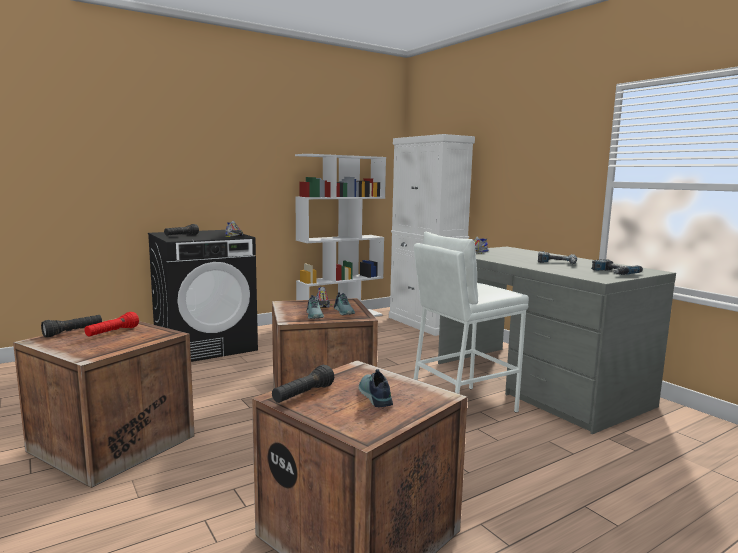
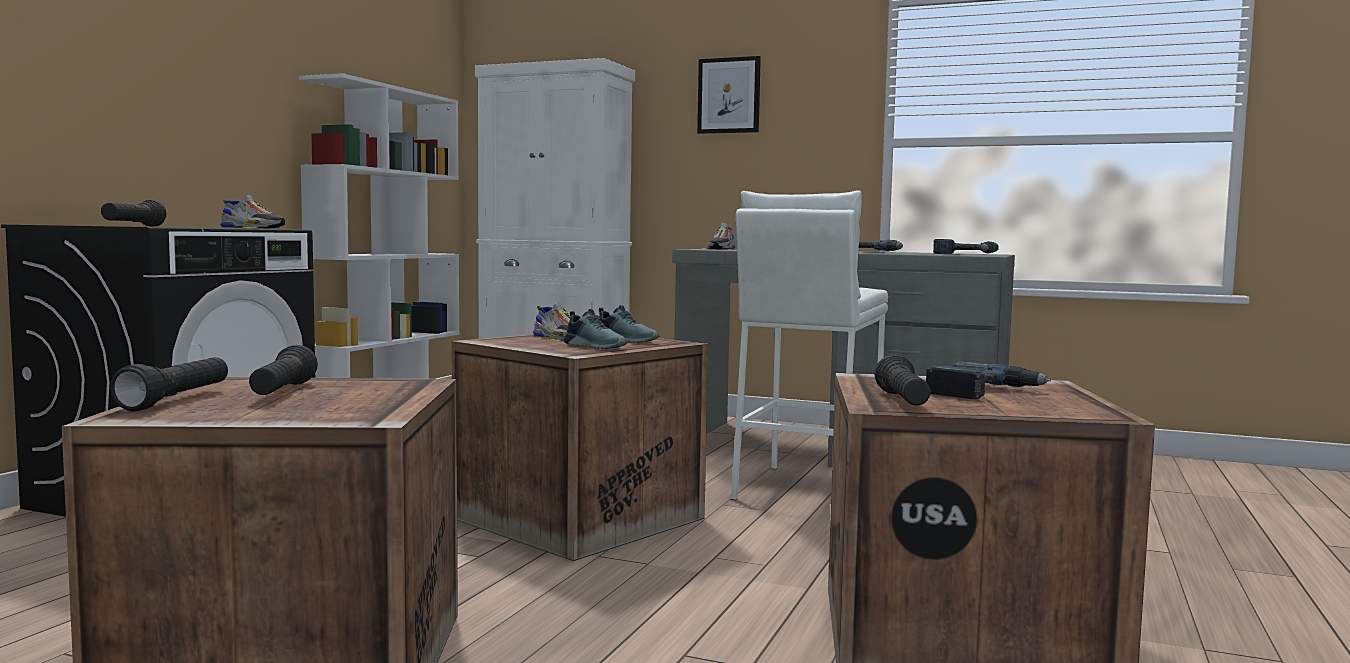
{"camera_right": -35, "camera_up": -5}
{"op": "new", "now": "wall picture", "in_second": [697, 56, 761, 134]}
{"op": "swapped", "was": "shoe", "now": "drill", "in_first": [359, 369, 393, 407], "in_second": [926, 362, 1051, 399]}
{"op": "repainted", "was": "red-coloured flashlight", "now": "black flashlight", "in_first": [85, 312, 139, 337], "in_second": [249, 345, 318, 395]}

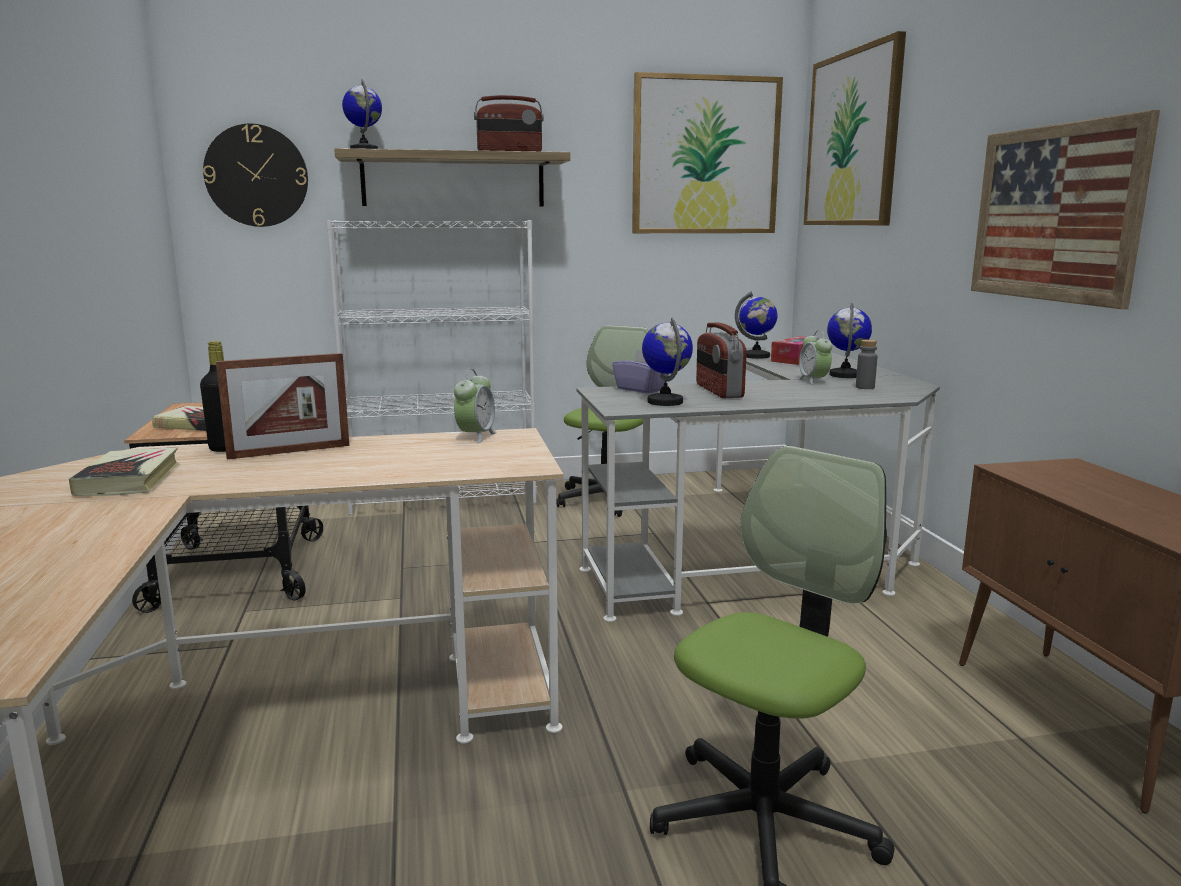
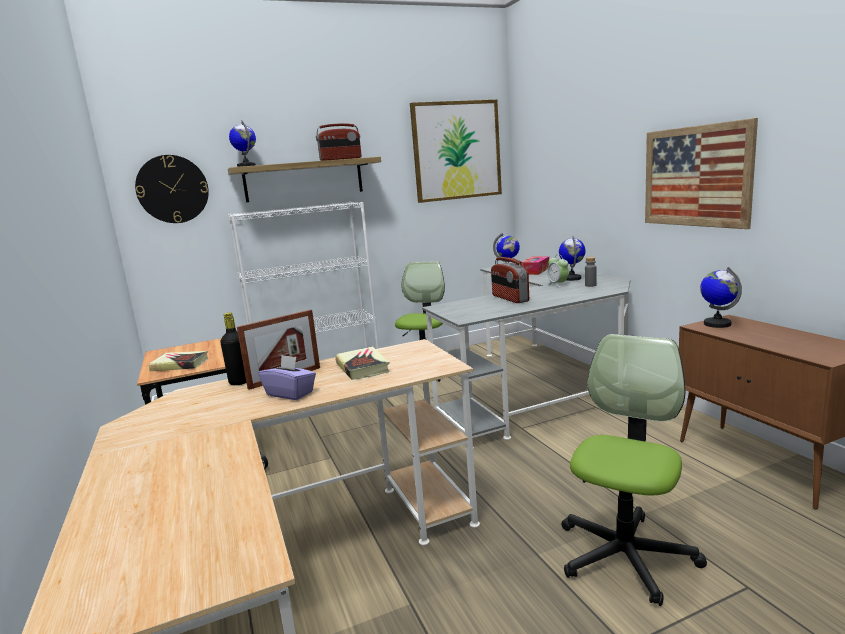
{"camera_right": -10, "camera_up": 0}
{"op": "gone", "was": "table clock", "in_first": [454, 369, 497, 443]}
{"op": "gone", "was": "wall picture", "in_first": [804, 31, 906, 225]}
{"op": "shifted", "was": "volume", "in_first": [69, 447, 179, 496], "in_second": [336, 346, 390, 380]}
{"op": "shifted", "was": "purple tissue holder", "in_first": [612, 349, 669, 394], "in_second": [258, 355, 316, 400]}
{"op": "shifted", "was": "world globe", "in_first": [642, 318, 693, 406], "in_second": [700, 267, 742, 328]}

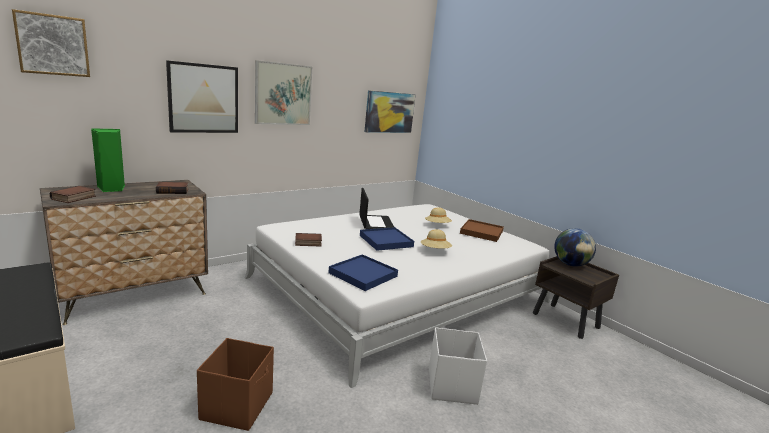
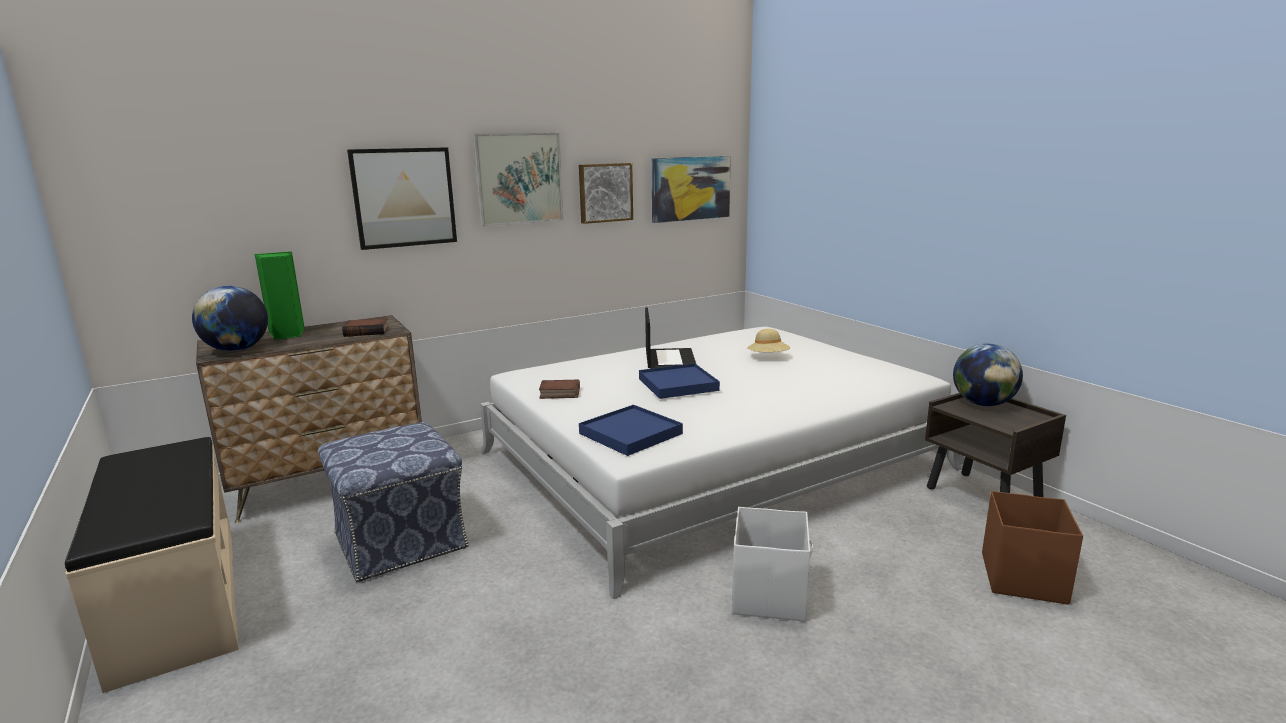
{"camera_right": 10, "camera_up": 0}
{"op": "gone", "was": "sand-coloured wearable hat", "in_first": [421, 229, 452, 248]}
{"op": "gone", "was": "brown-coloured serving tray", "in_first": [460, 219, 504, 242]}
{"op": "new", "now": "ottoman", "in_second": [318, 422, 469, 582]}
{"op": "shifted", "was": "wall picture", "in_first": [12, 9, 90, 77], "in_second": [579, 163, 633, 224]}
{"op": "shifted", "was": "brown-coloured storage box", "in_first": [197, 338, 274, 431], "in_second": [982, 491, 1083, 604]}
{"op": "swapped", "was": "volume", "now": "world globe", "in_first": [50, 186, 96, 203], "in_second": [192, 286, 268, 351]}

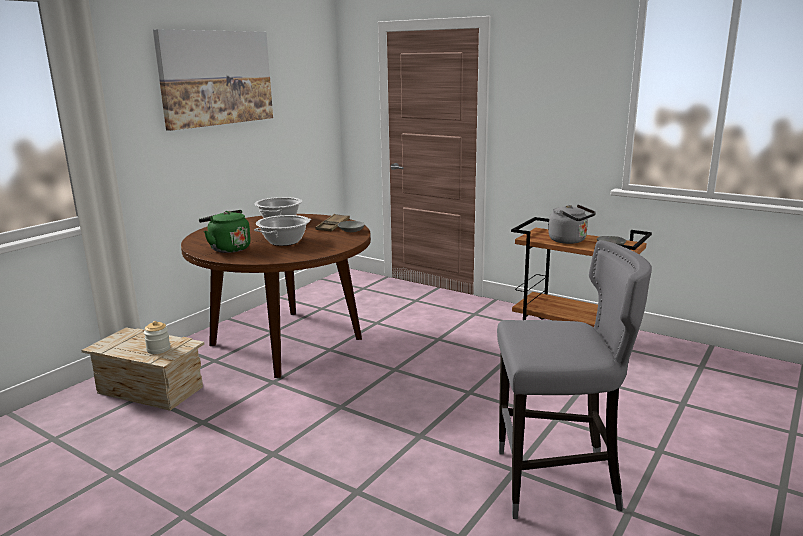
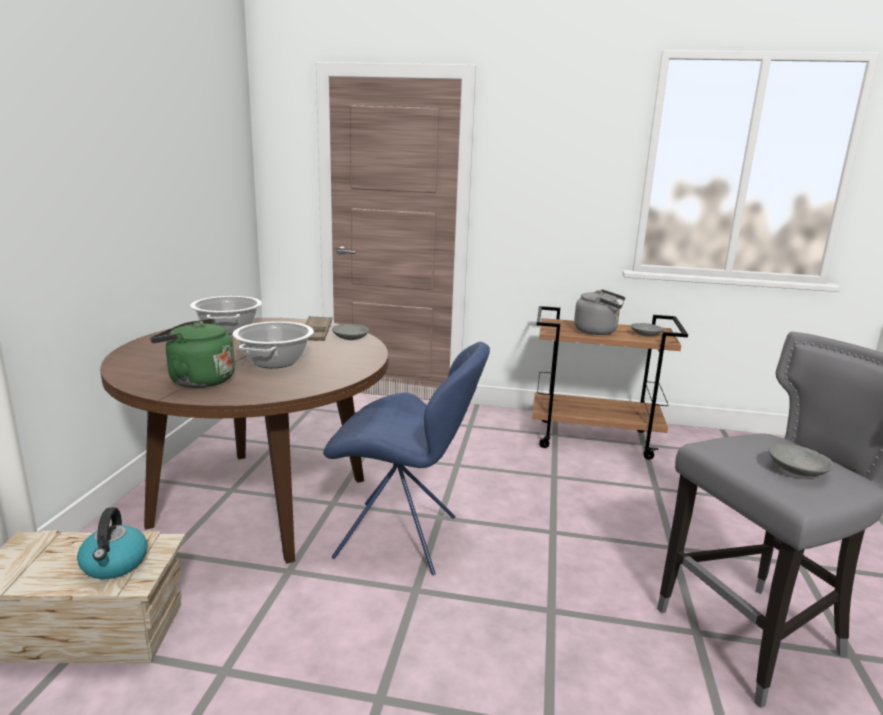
{"camera_right": -25, "camera_up": 0}
{"op": "gone", "was": "wall picture", "in_first": [153, 29, 273, 131]}
{"op": "new", "now": "blue-coloured chair", "in_second": [323, 342, 490, 575]}
{"op": "new", "now": "greyish serving bowl", "in_second": [769, 444, 833, 476]}
{"op": "swapped", "was": "jar", "now": "kettle", "in_first": [144, 321, 170, 354], "in_second": [77, 507, 148, 579]}

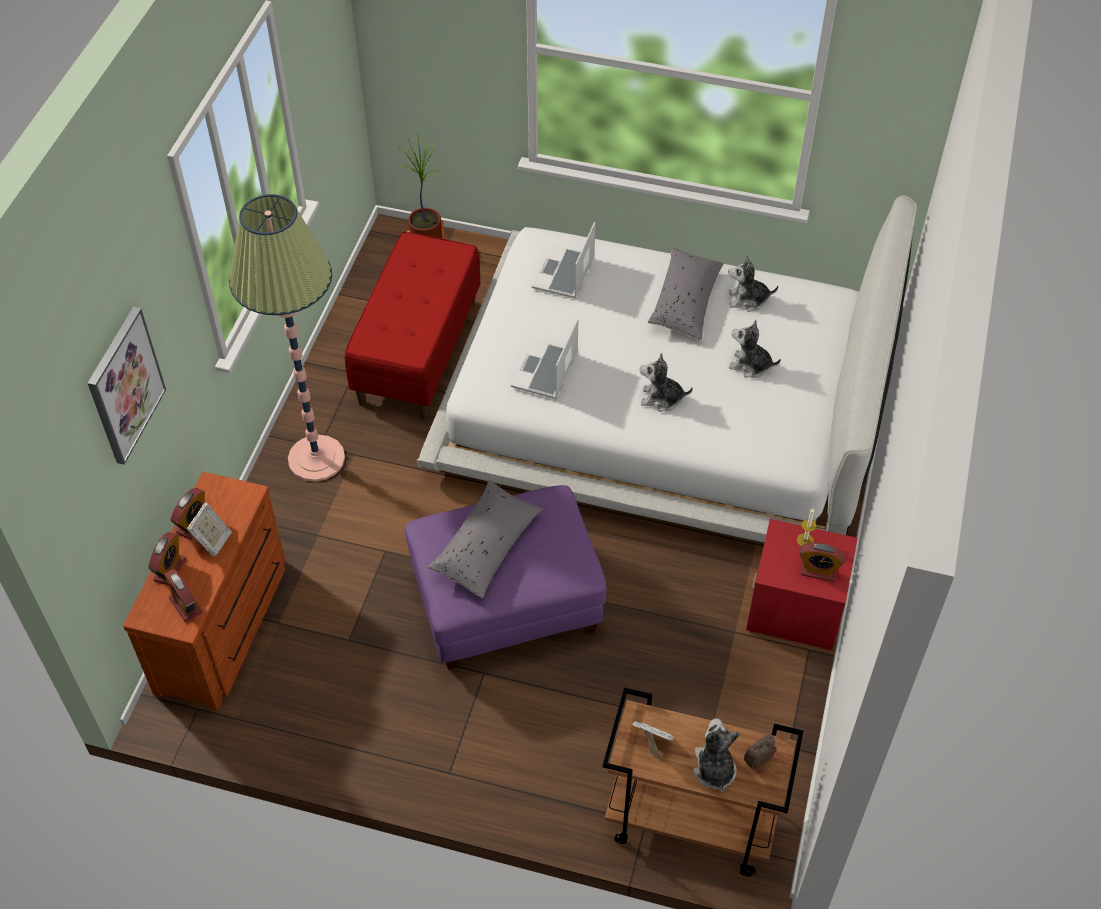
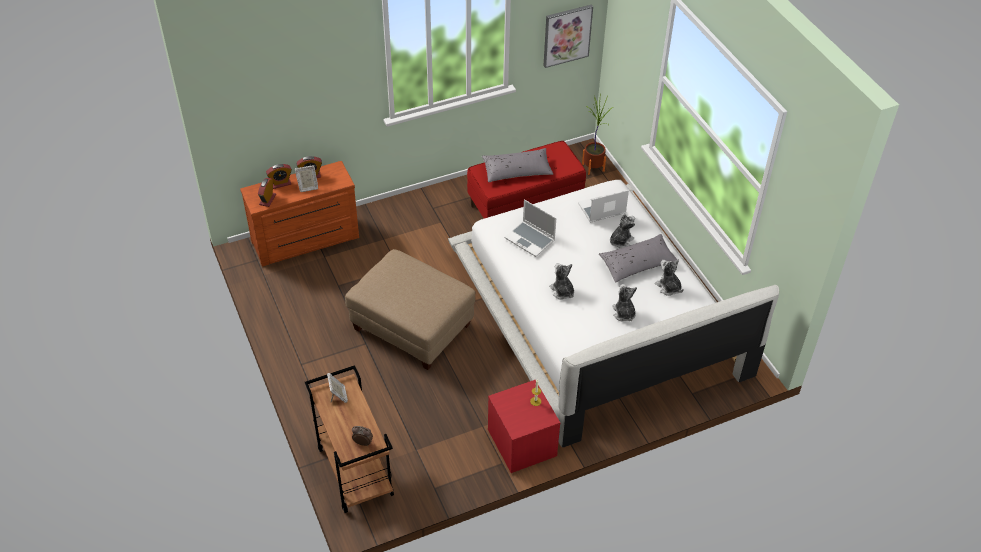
{"camera_right": 50, "camera_up": -5}
{"op": "gone", "was": "floor lamp", "in_first": [229, 194, 345, 482]}
{"op": "gone", "was": "table clock", "in_first": [800, 543, 846, 582]}
{"op": "shifted", "was": "wall picture", "in_first": [88, 307, 166, 465], "in_second": [544, 4, 593, 68]}
{"op": "shifted", "was": "greyish throw pillow", "in_first": [427, 480, 542, 599], "in_second": [482, 148, 553, 182]}
{"op": "shifted", "was": "cuddly toy", "in_first": [693, 718, 740, 793], "in_second": [610, 214, 635, 249]}
{"op": "repainted", "was": "purple ottoman", "now": "sand-coloured ottoman", "in_first": [405, 485, 607, 670], "in_second": [345, 249, 476, 370]}
{"op": "rotated", "was": "notebook computer", "in_first": [511, 319, 578, 399], "in_second": [504, 199, 556, 257], "clockwise": -120}

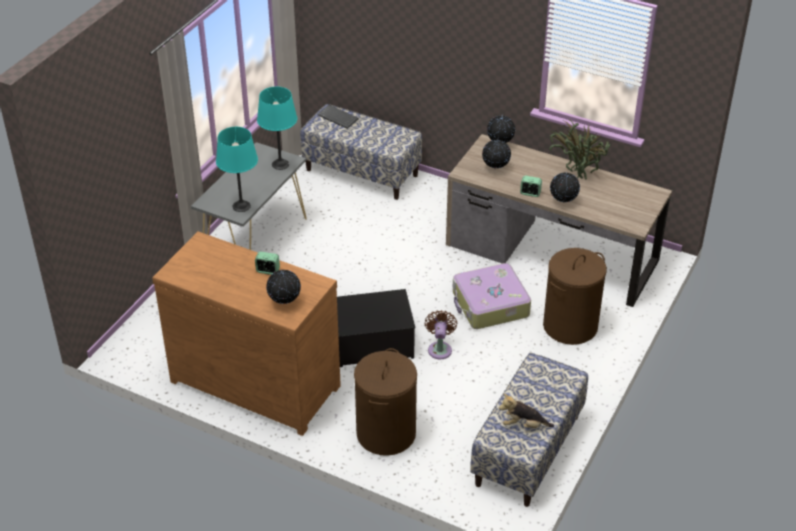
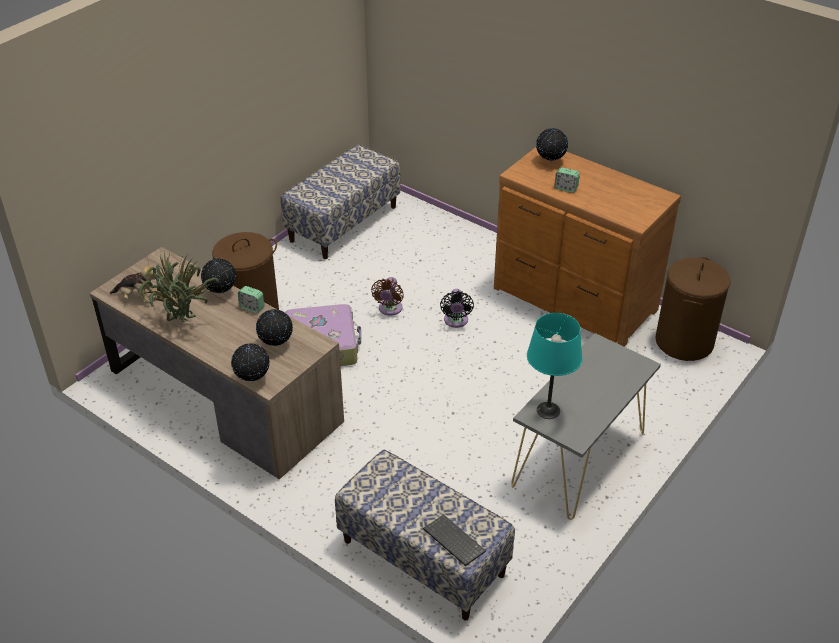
{"camera_right": -170, "camera_up": 0}
{"op": "gone", "was": "turquoise table lamp", "in_first": [216, 127, 258, 212]}
{"op": "shifted", "was": "brown-coloured washing basket", "in_first": [354, 348, 417, 456], "in_second": [655, 257, 731, 361]}
{"op": "shifted", "was": "cuddly toy", "in_first": [499, 393, 554, 428], "in_second": [110, 262, 158, 302]}
{"op": "swapped", "was": "storage box", "now": "black electric fan", "in_first": [337, 289, 415, 367], "in_second": [440, 289, 474, 328]}

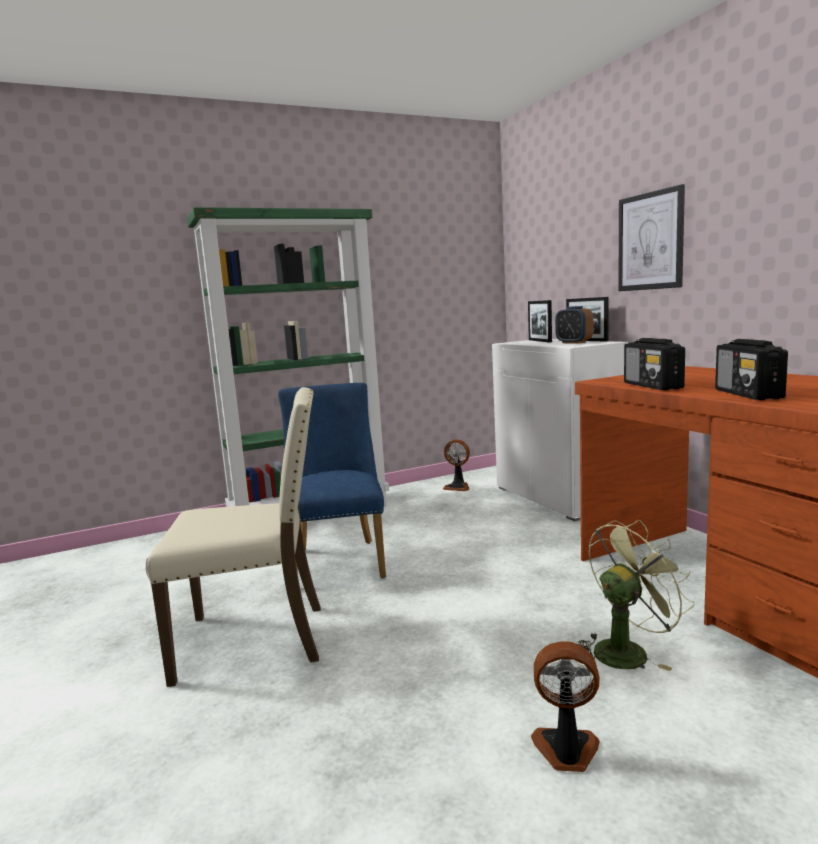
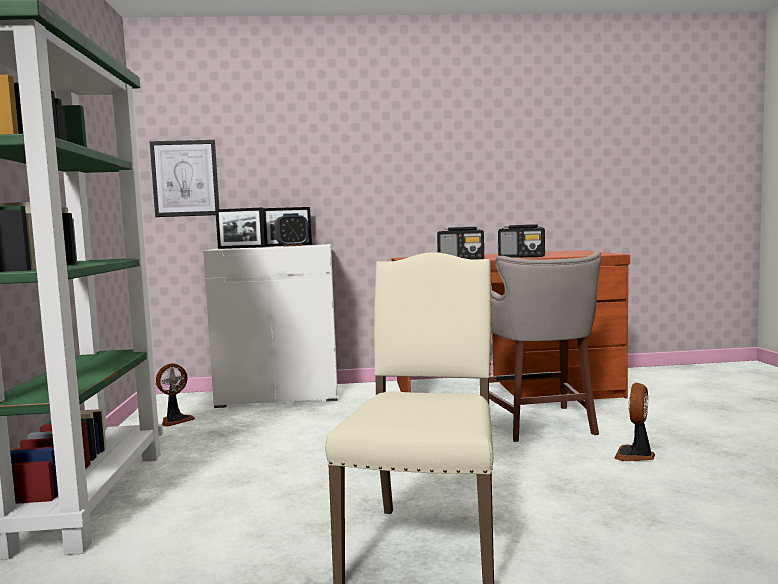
{"camera_right": -70, "camera_up": -5}
{"op": "gone", "was": "blue-coloured chair", "in_first": [278, 383, 386, 578]}
{"op": "shifted", "was": "wall picture", "in_first": [618, 184, 685, 291], "in_second": [150, 140, 219, 217]}
{"op": "swapped", "was": "green electric fan", "now": "greyish stool seat", "in_first": [578, 520, 694, 671], "in_second": [489, 251, 601, 442]}

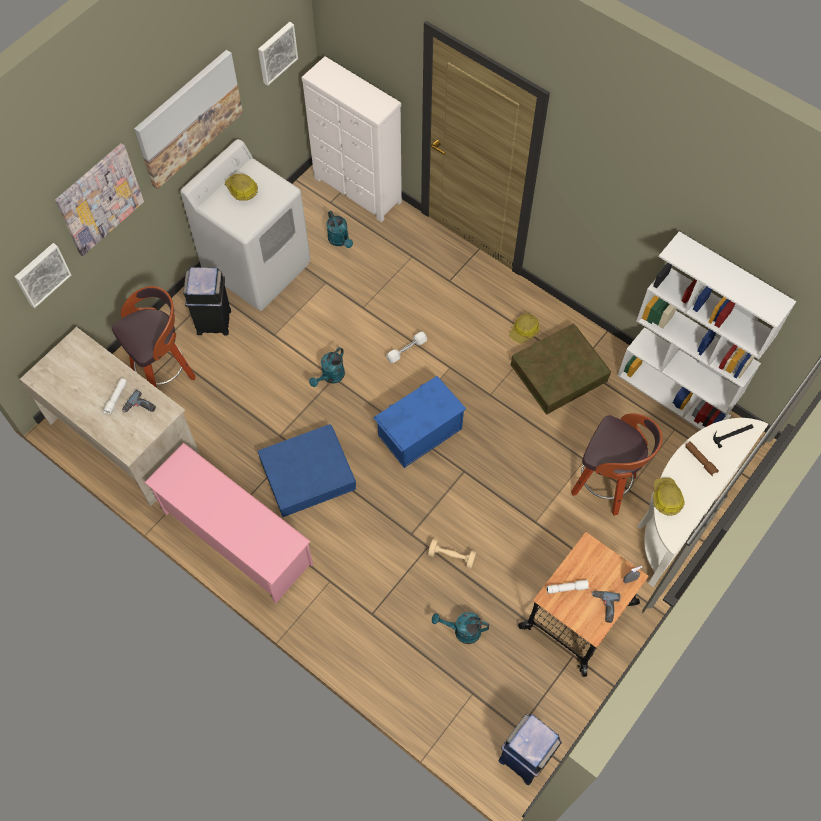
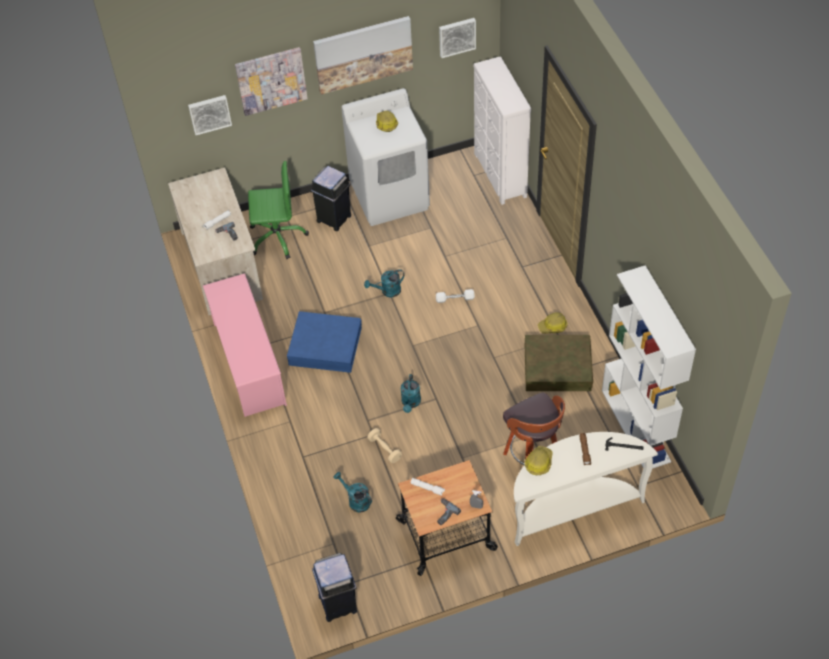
{"camera_right": 35, "camera_up": -10}
{"op": "gone", "was": "blue-coloured storage box", "in_first": [373, 376, 466, 468]}
{"op": "shifted", "was": "turquoise watering can", "in_first": [326, 211, 353, 248], "in_second": [401, 374, 421, 413]}
{"op": "swapped", "was": "stool seat", "now": "green computer chair", "in_first": [112, 286, 196, 388], "in_second": [248, 161, 309, 259]}

